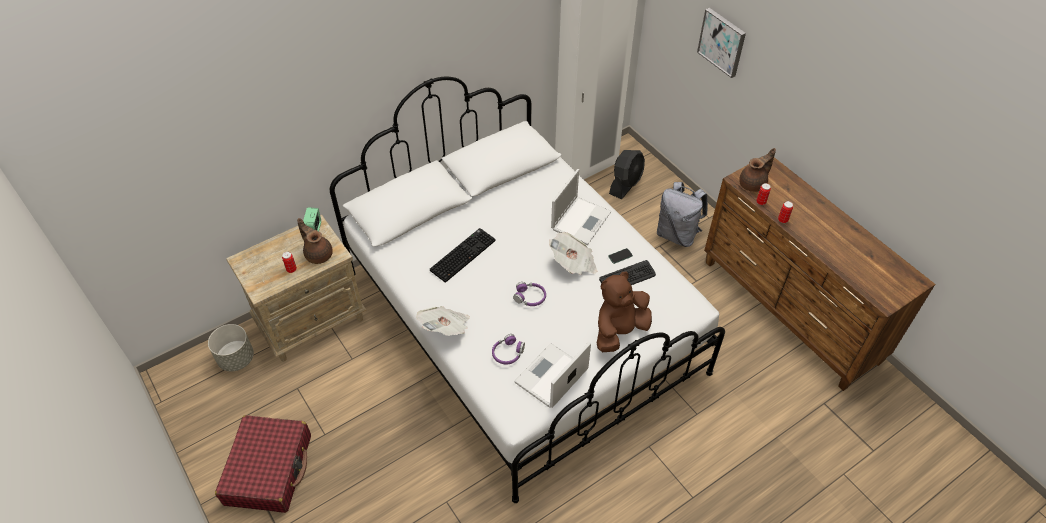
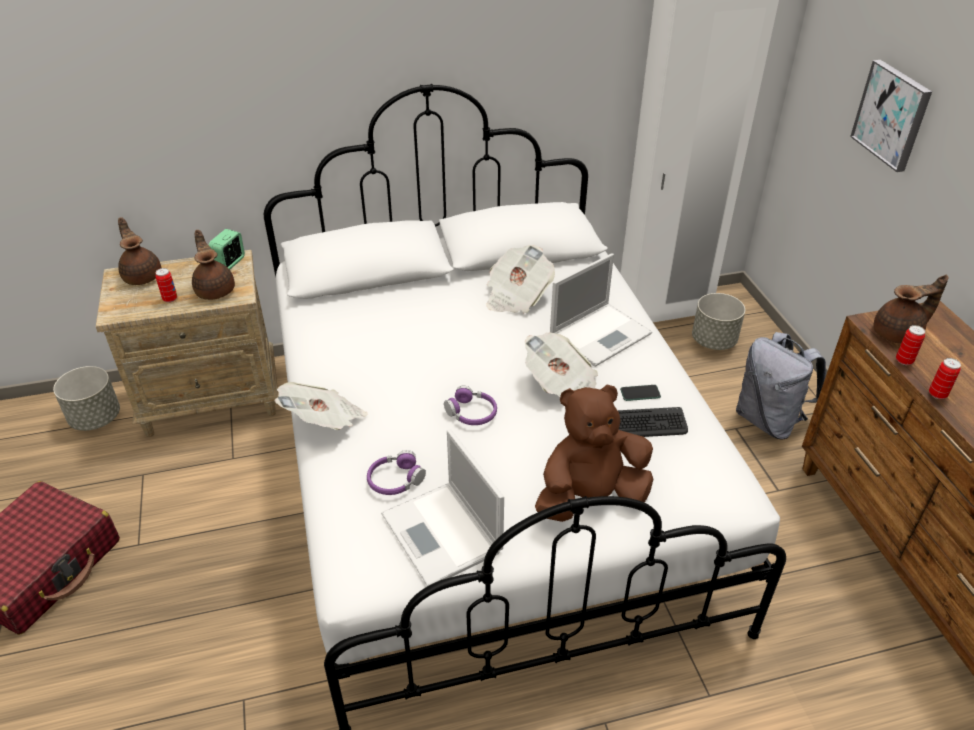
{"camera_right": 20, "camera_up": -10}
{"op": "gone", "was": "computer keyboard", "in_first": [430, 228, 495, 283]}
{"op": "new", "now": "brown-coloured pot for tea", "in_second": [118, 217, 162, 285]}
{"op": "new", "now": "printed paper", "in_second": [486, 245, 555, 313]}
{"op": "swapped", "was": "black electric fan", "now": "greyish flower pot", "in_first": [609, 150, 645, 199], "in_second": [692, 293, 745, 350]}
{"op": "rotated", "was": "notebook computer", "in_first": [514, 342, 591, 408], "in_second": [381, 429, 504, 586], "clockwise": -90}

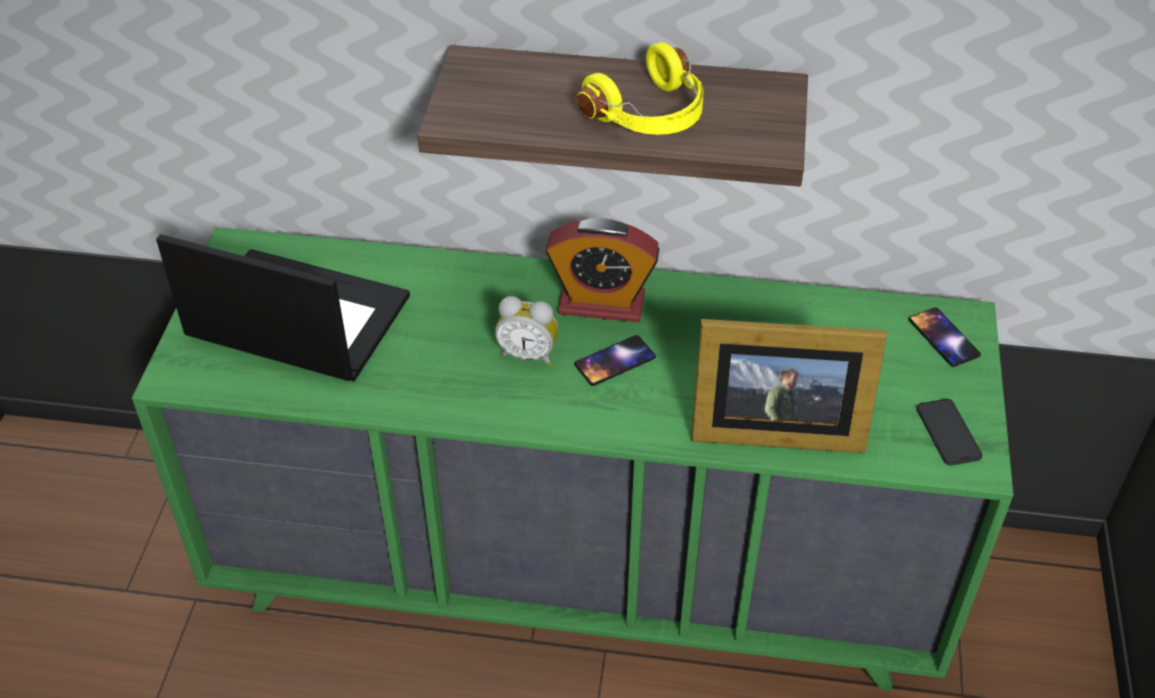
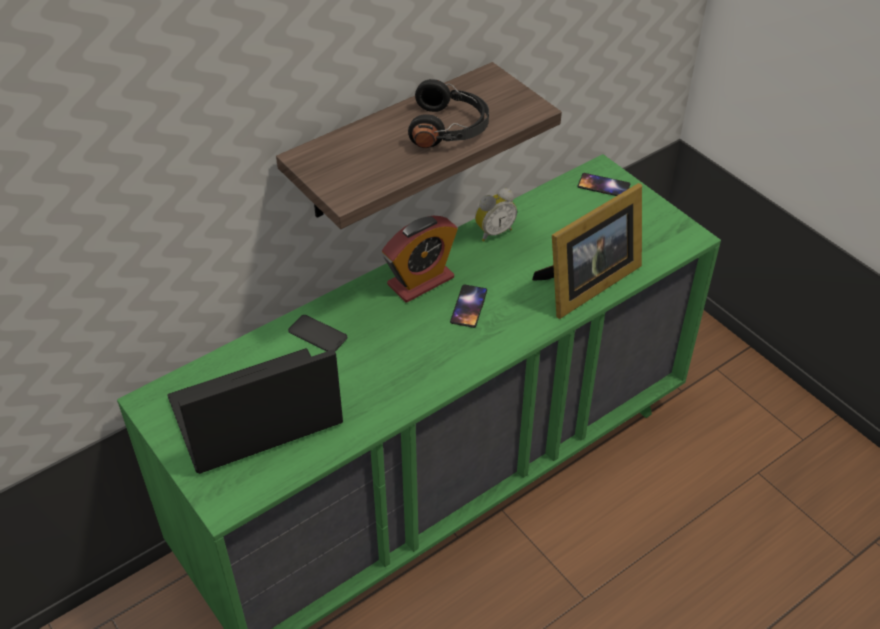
{"camera_right": -45, "camera_up": 0}
{"op": "shifted", "was": "table clock", "in_first": [495, 296, 558, 366], "in_second": [475, 188, 517, 242]}
{"op": "shifted", "was": "phone", "in_first": [916, 399, 982, 466], "in_second": [288, 315, 347, 351]}
{"op": "repainted", "was": "yellow pair of headphones", "now": "black pair of headphones", "in_first": [577, 42, 704, 135], "in_second": [408, 79, 489, 148]}

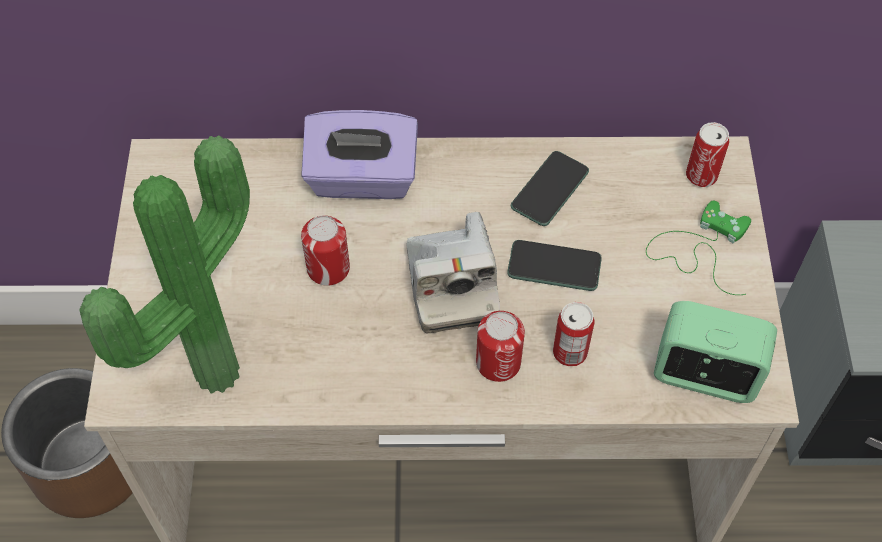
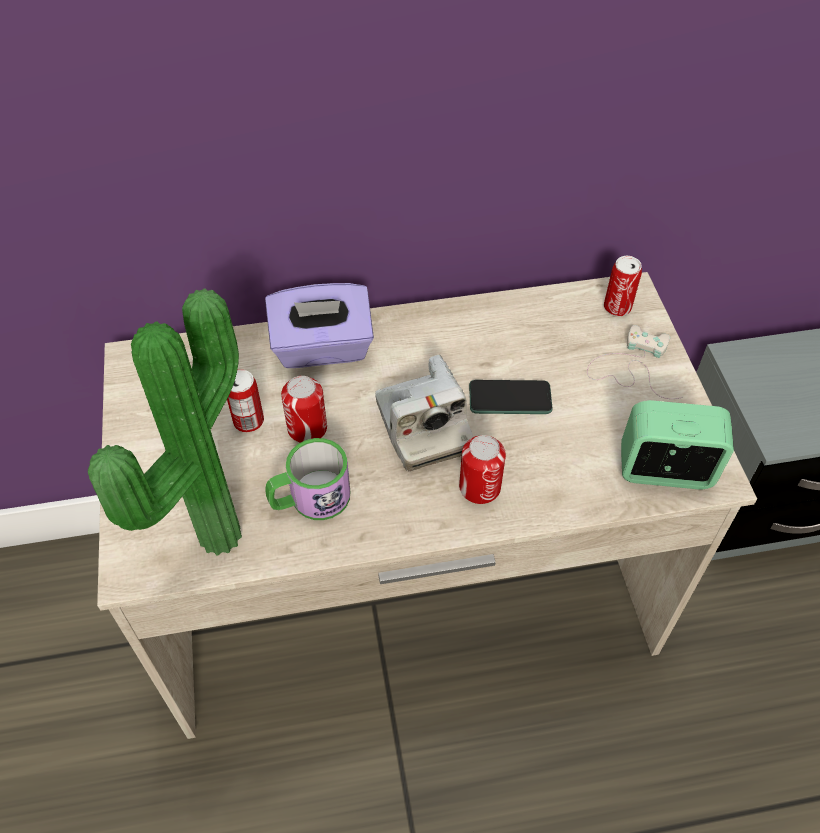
{"camera_right": -10, "camera_up": -5}
{"op": "gone", "was": "brown-coloured flower pot", "in_first": [1, 368, 133, 518]}
{"op": "gone", "was": "phone", "in_first": [511, 151, 589, 226]}
{"op": "new", "now": "coffee mug", "in_second": [265, 438, 350, 520]}
{"op": "shifted", "was": "sealed can", "in_first": [553, 302, 594, 366], "in_second": [227, 370, 264, 432]}
{"op": "repainted", "was": "green game controller", "now": "white-coloured game controller", "in_first": [646, 201, 751, 295], "in_second": [587, 325, 683, 399]}

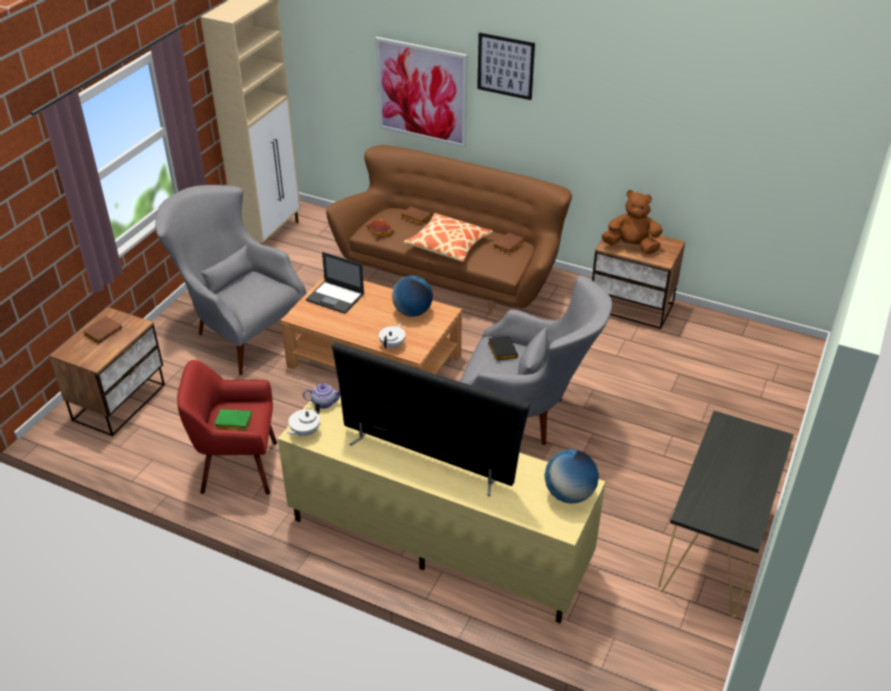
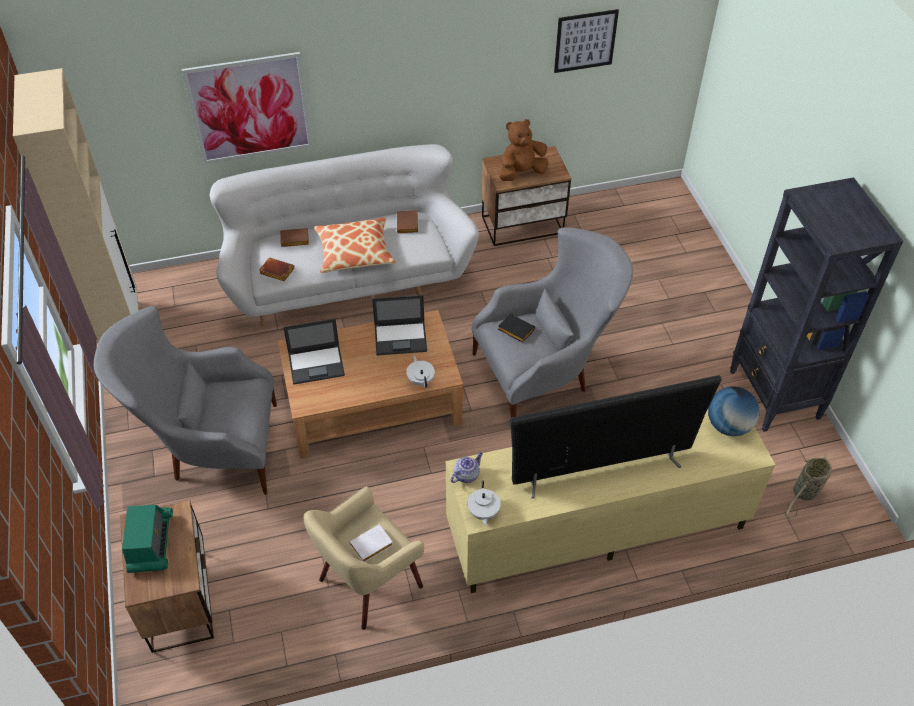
{"camera_right": -40, "camera_up": 10}
{"op": "new", "now": "storage basket", "in_second": [785, 454, 832, 520]}
{"op": "shifted", "was": "wall picture", "in_first": [477, 32, 535, 100], "in_second": [554, 9, 619, 73]}
{"op": "swapped", "was": "brown-coloured volume", "now": "radio receiver", "in_first": [83, 316, 122, 344], "in_second": [122, 505, 173, 573]}
{"op": "swapped", "was": "world globe", "now": "notebook computer", "in_first": [392, 276, 433, 317], "in_second": [372, 295, 427, 355]}
{"op": "swapped", "was": "black hall table", "now": "black bookshelf", "in_first": [658, 411, 794, 618], "in_second": [730, 177, 903, 432]}
{"op": "repainted", "was": "red-coloured lounge chair", "now": "sand-coloured lounge chair", "in_first": [177, 360, 277, 495], "in_second": [304, 486, 425, 630]}
{"op": "repainted", "was": "green volume", "now": "white-coloured volume", "in_first": [214, 409, 252, 430], "in_second": [349, 524, 393, 562]}
{"op": "repainted", "was": "brown-coloured sofa", "now": "white-coloured sofa", "in_first": [326, 145, 572, 314], "in_second": [210, 144, 479, 327]}

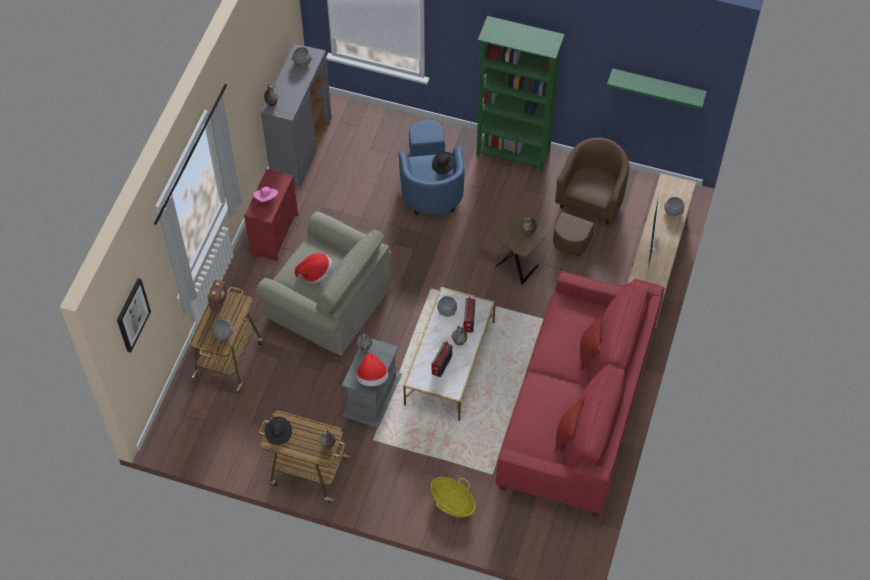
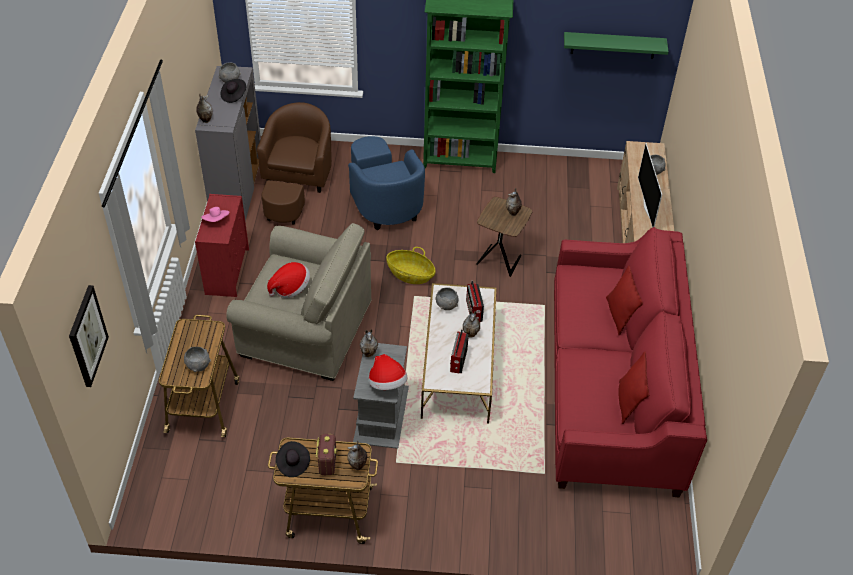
{"camera_right": -15, "camera_up": -10}
{"op": "shifted", "was": "radio receiver", "in_first": [207, 280, 227, 311], "in_second": [316, 434, 338, 476]}
{"op": "shifted", "was": "storage basket", "in_first": [431, 477, 476, 517], "in_second": [386, 247, 436, 284]}
{"op": "shifted", "was": "black wearable hat", "in_first": [432, 152, 455, 174], "in_second": [221, 79, 246, 103]}
{"op": "shifted", "was": "brown-coloured lounge chair", "in_first": [553, 138, 629, 256], "in_second": [257, 102, 332, 225]}

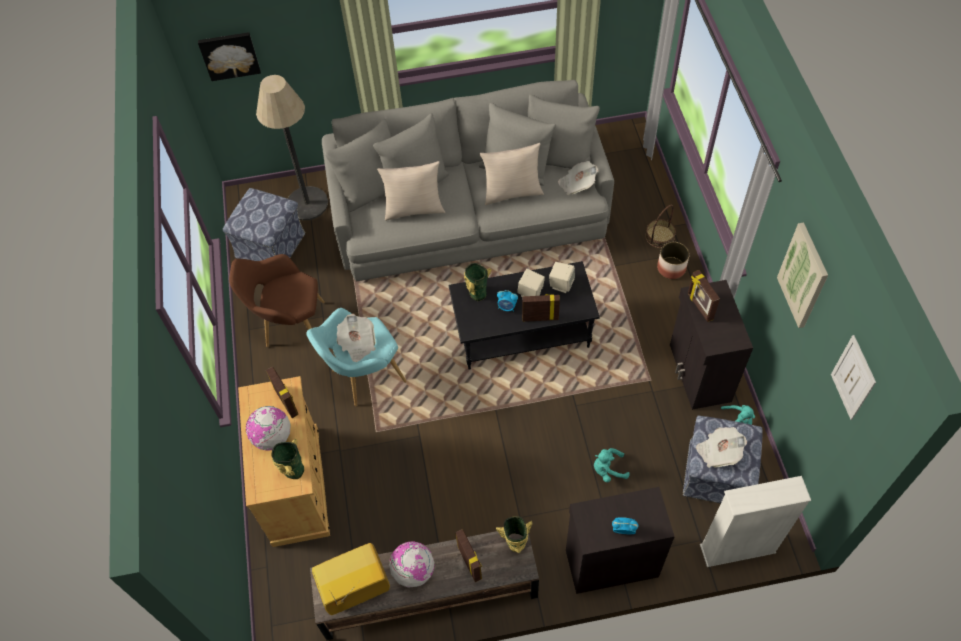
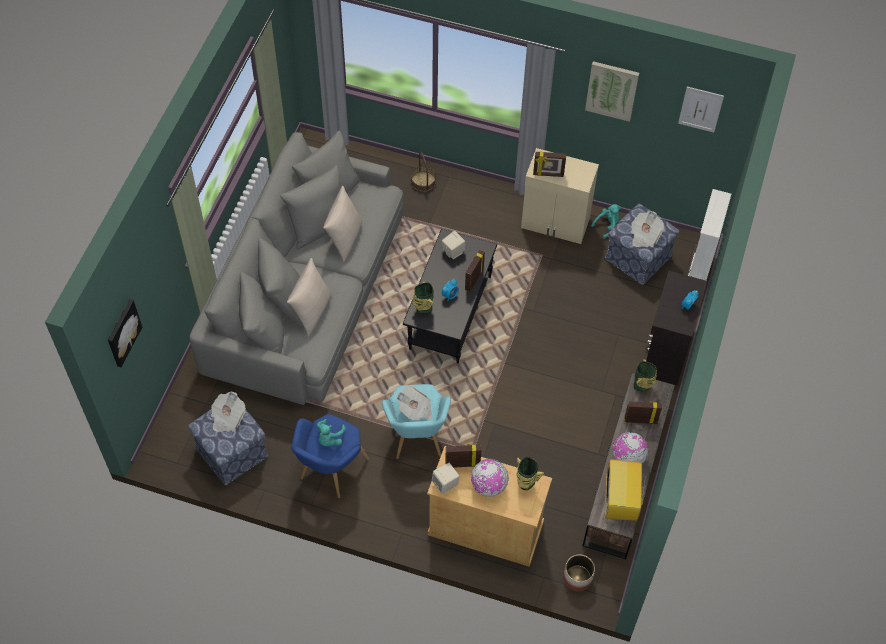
{"camera_right": -65, "camera_up": 0}
{"op": "gone", "was": "floor lamp", "in_first": [256, 75, 328, 220]}
{"op": "shifted", "was": "sand-coloured speaker", "in_first": [517, 269, 545, 297], "in_second": [432, 463, 459, 494]}
{"op": "shifted", "was": "printed paper", "in_first": [558, 161, 598, 195], "in_second": [211, 392, 246, 432]}
{"op": "shifted", "was": "turquoise cuddly toy", "in_first": [594, 448, 629, 482], "in_second": [317, 419, 346, 446]}
{"op": "shifted", "was": "flower pot", "in_first": [657, 242, 690, 279], "in_second": [563, 554, 595, 592]}
{"op": "repainted", "was": "brown-coloured lounge chair", "now": "blue-coloured lounge chair", "in_first": [229, 254, 325, 347], "in_second": [291, 414, 369, 498]}
{"op": "repainted", "was": "black cupboard", "now": "sand-coloured cupboard", "in_first": [670, 280, 753, 410], "in_second": [521, 148, 599, 244]}

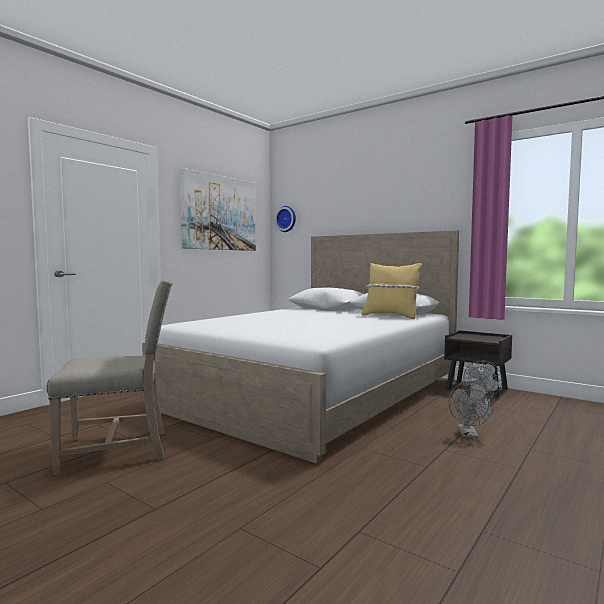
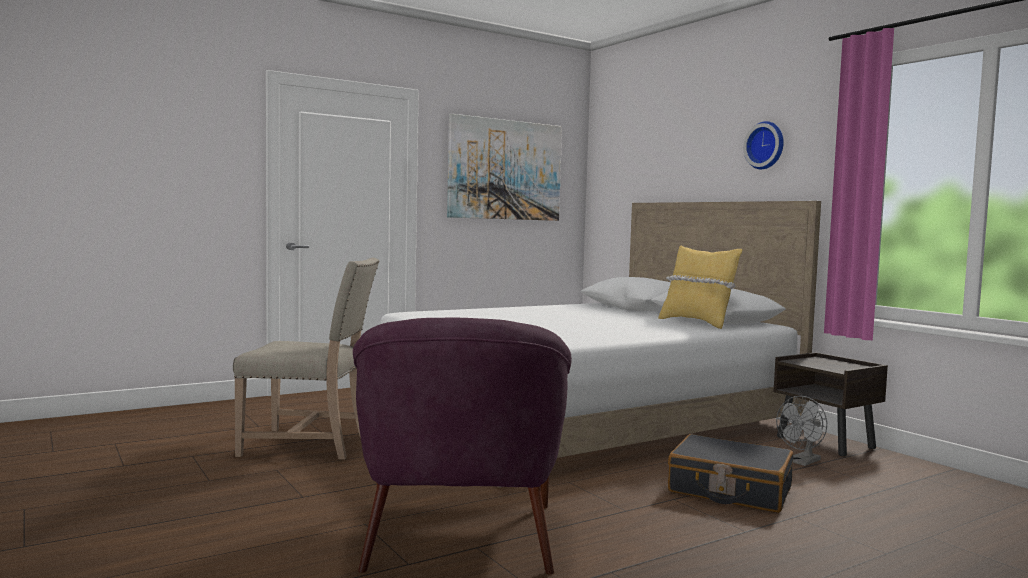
{"camera_right": 20, "camera_up": 0}
{"op": "new", "now": "purple lounge chair", "in_second": [353, 318, 572, 575]}
{"op": "shifted", "was": "clock on the wall", "in_first": [275, 206, 296, 232], "in_second": [743, 121, 784, 169]}
{"op": "swapped", "was": "greyish electric fan", "now": "black travel case", "in_first": [448, 381, 494, 438], "in_second": [668, 434, 793, 513]}

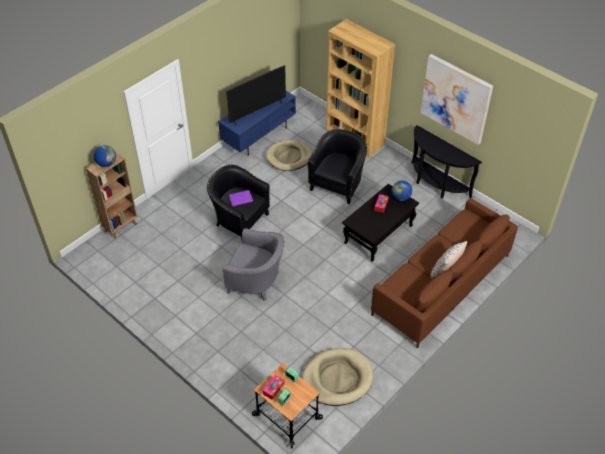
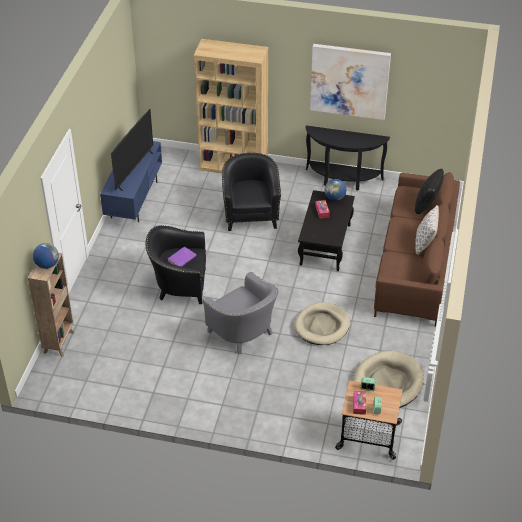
{"camera_right": -30, "camera_up": -5}
{"op": "new", "now": "black throw pillow", "in_second": [415, 169, 444, 214]}
{"op": "shifted", "was": "sand-coloured pet bed", "in_first": [266, 140, 312, 171], "in_second": [294, 302, 350, 345]}
{"op": "rotated", "was": "greyish lounge chair", "in_first": [222, 228, 285, 301], "in_second": [203, 271, 279, 354], "clockwise": 60}

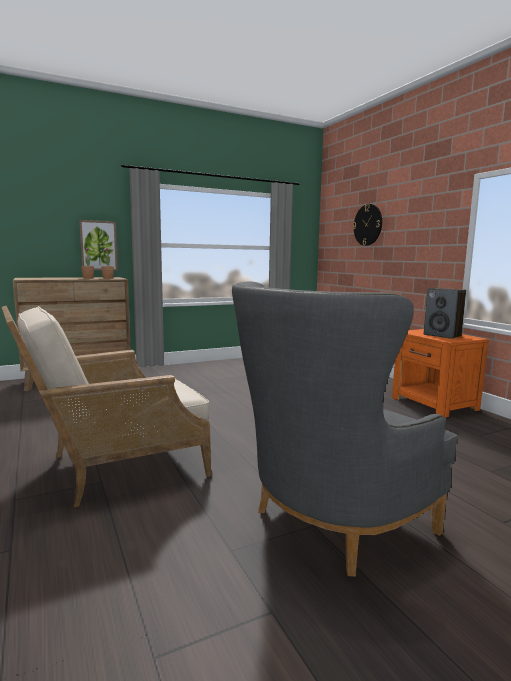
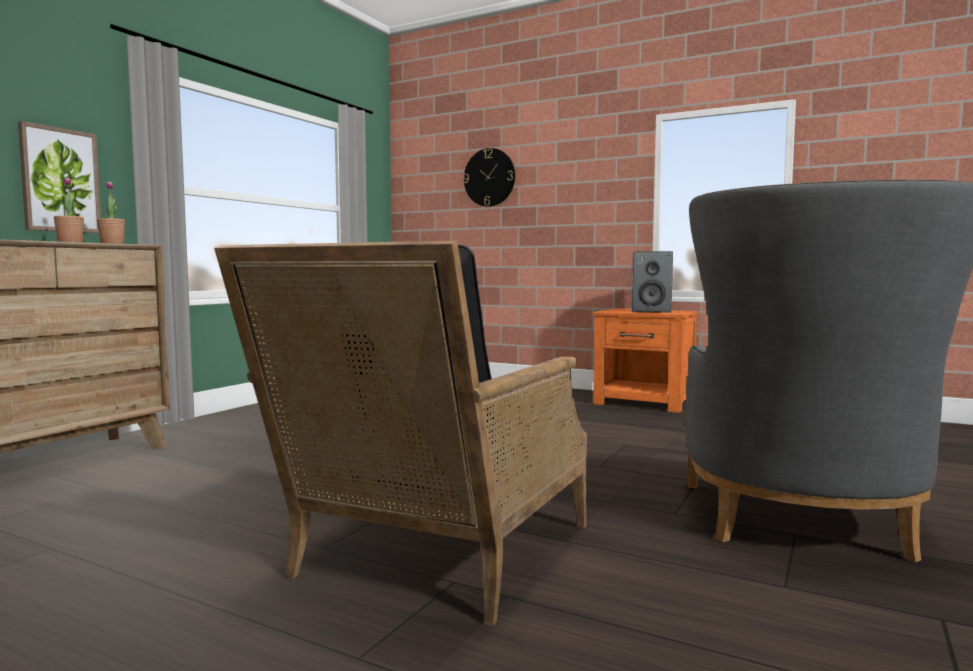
{"camera_right": -35, "camera_up": -5}
{"op": "repainted", "was": "sand-coloured lounge chair", "now": "black lounge chair", "in_first": [2, 306, 211, 508], "in_second": [214, 241, 587, 626]}

